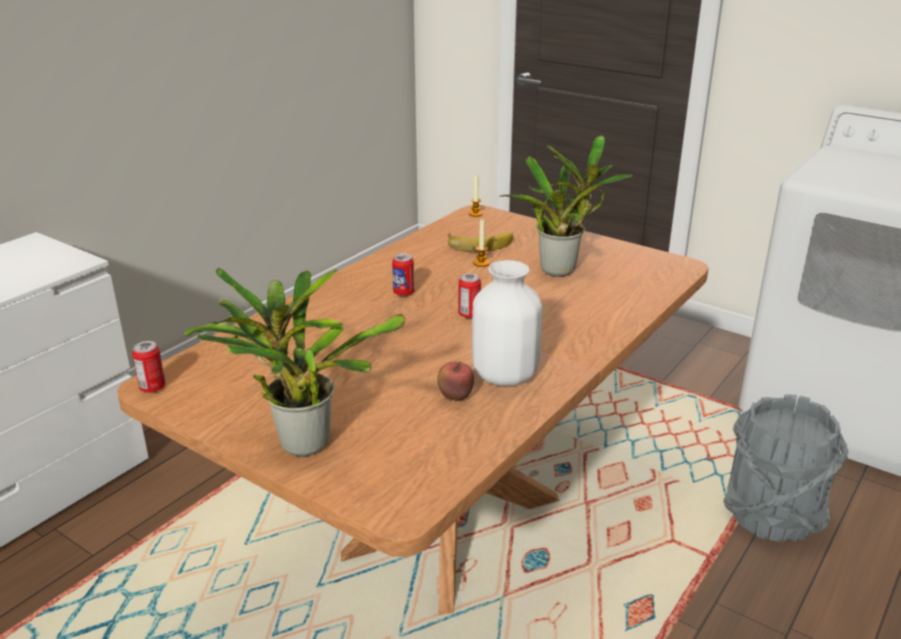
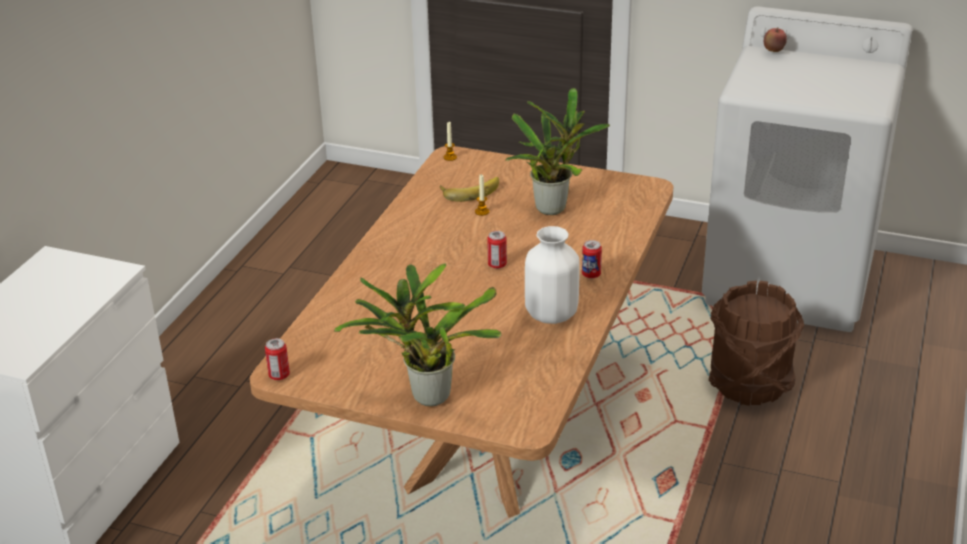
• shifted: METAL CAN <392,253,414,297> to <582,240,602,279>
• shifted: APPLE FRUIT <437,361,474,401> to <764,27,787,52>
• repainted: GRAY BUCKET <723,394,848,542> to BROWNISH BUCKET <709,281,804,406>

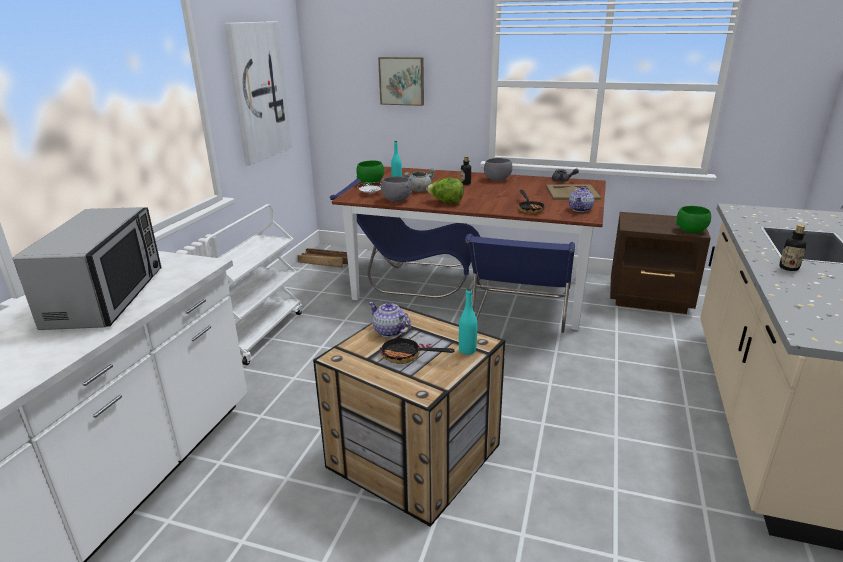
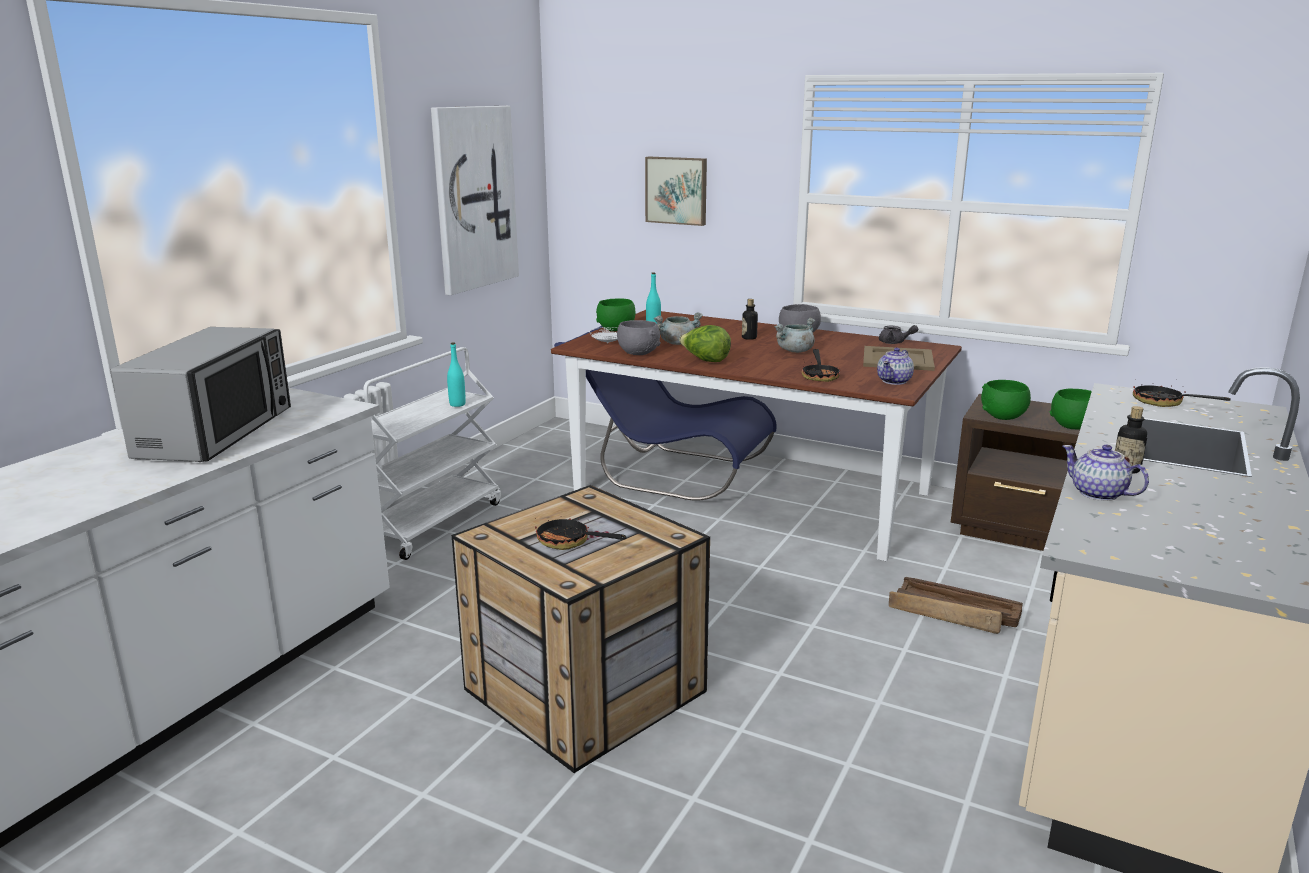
• shifted: PACKING CRATE <298,248,348,268> to <889,577,1023,634>
• shifted: POT FOR TEA <369,302,411,337> to <1062,445,1149,501>
• shifted: TURQUOISE DRINK BOTTLE <459,288,477,355> to <447,342,466,407>
• gone: BLUE-COLOURED UPRIGHT CHAIR <465,234,575,333>
• new: GRAY COOKING POT <774,318,816,353>
• new: GREENISH DEEP DISH <981,380,1031,420>
• new: FRYING PAN <1133,385,1231,407>

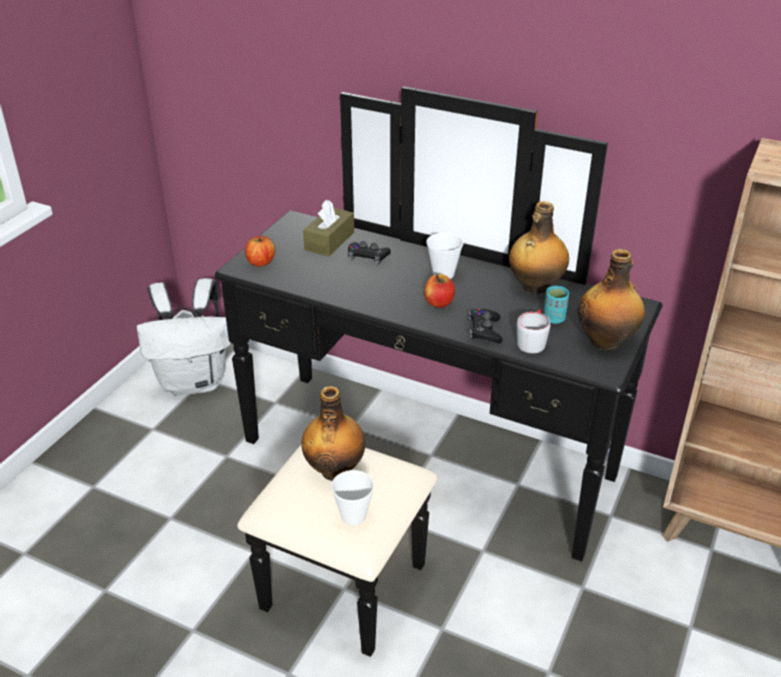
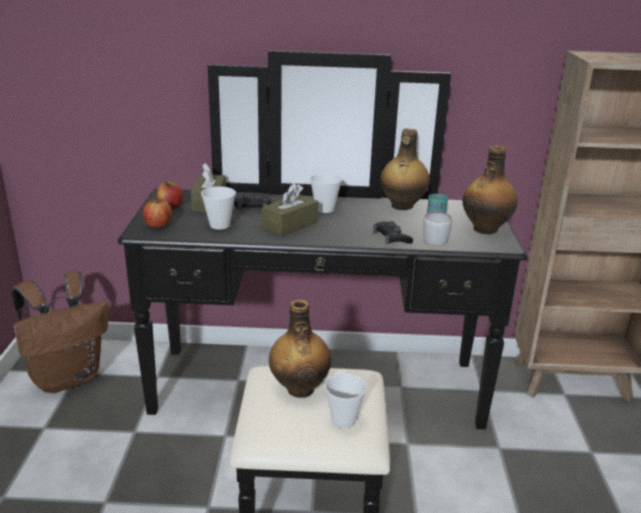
• repainted: WHITE-COLOURED KNAPSACK <137,278,231,396> to BROWNISH KNAPSACK <11,271,109,393>
• shifted: APPLE FRUIT <424,274,455,308> to <157,181,183,209>
• new: CUP <201,187,236,230>
• new: BROWNISH BOX OF TISSUES <262,183,318,236>

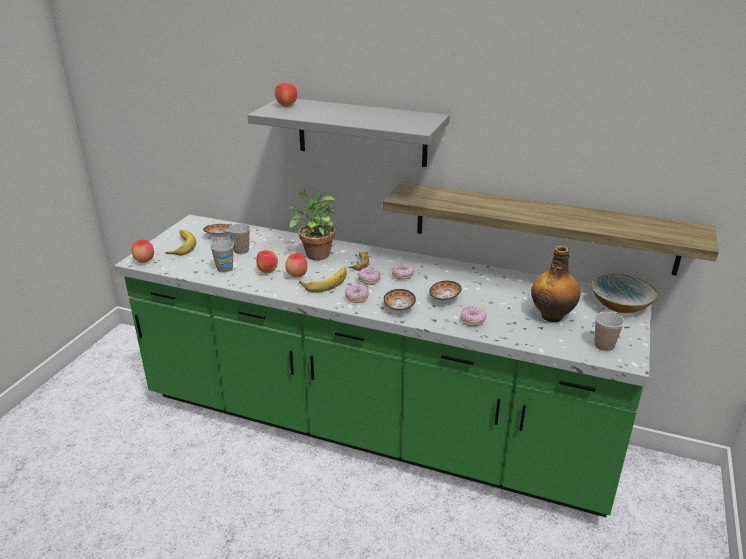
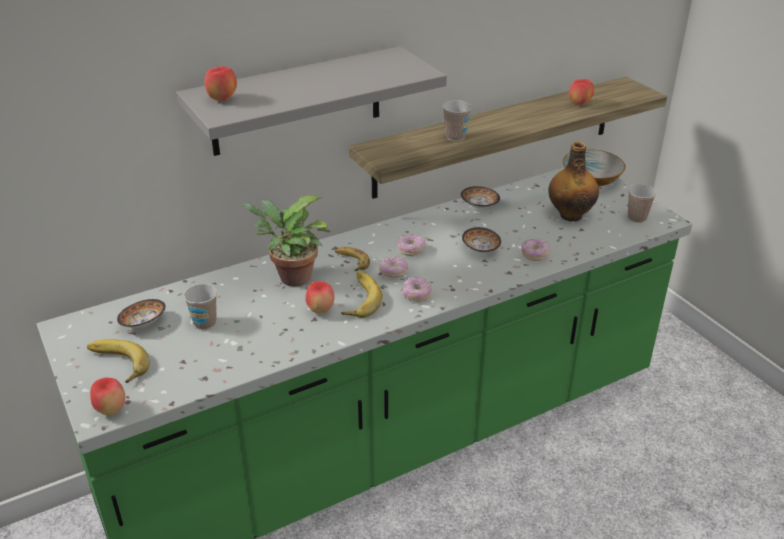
• shifted: CUP <210,240,234,273> to <443,100,472,141>
• shifted: APPLE FRUIT <256,250,278,274> to <569,79,594,106>
• shifted: DEEP DISH <383,289,416,311> to <461,186,500,208>

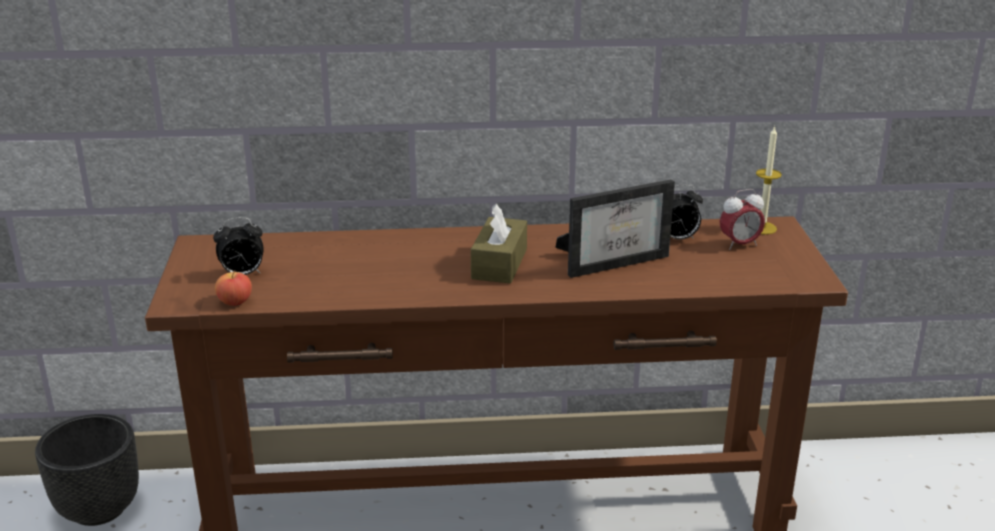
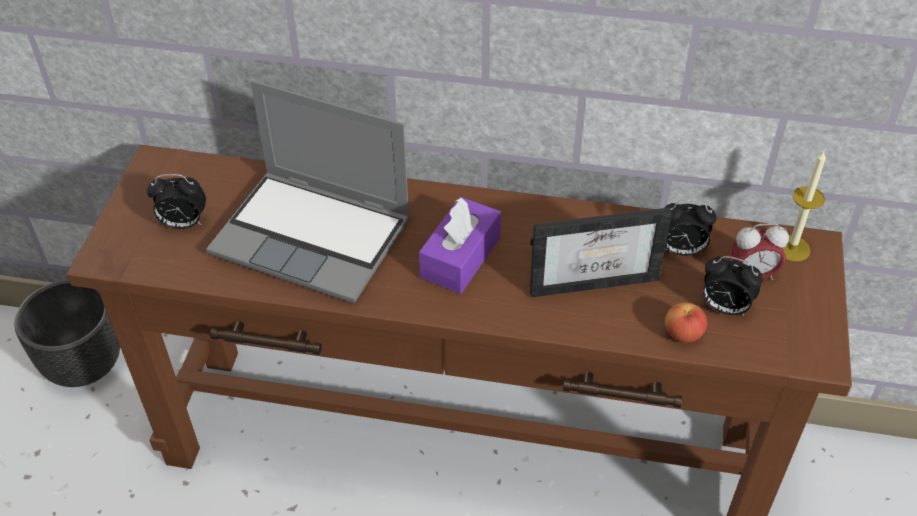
• shifted: APPLE FRUIT <215,271,252,306> to <665,302,707,343>
• repainted: BROWNISH BOX OF TISSUES <471,204,527,284> to PURPLISH BOX OF TISSUES <419,197,501,294>
• new: PORTABLE COMPUTER <206,80,410,304>
• new: BEDSIDE CLOCK <703,256,763,316>

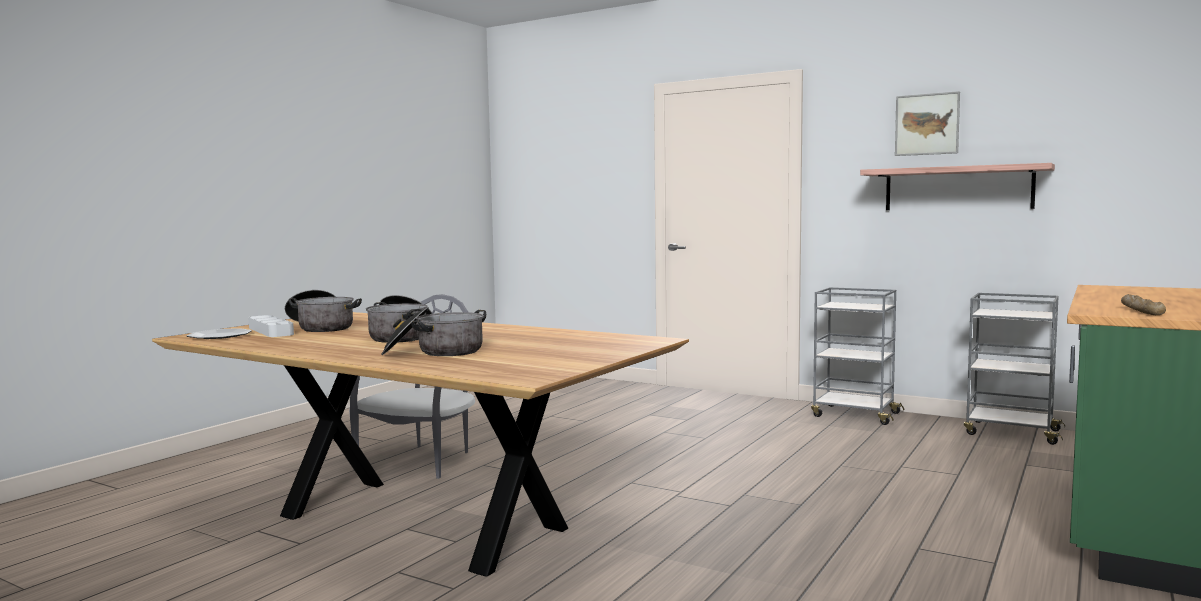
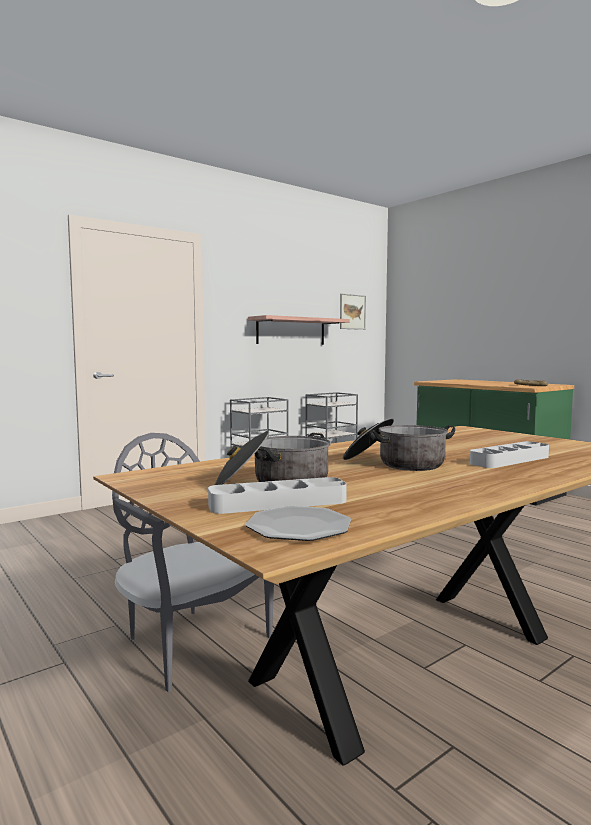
• swapped: COOKING POT <381,307,486,356> to GRAY CARRYING TRAY <470,441,549,468>
• shifted: WALL ART <895,91,960,156> to <340,294,366,330>

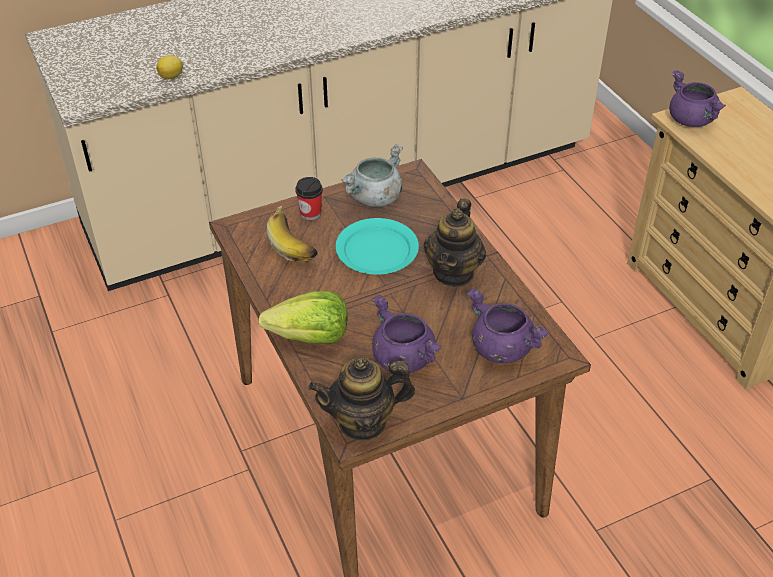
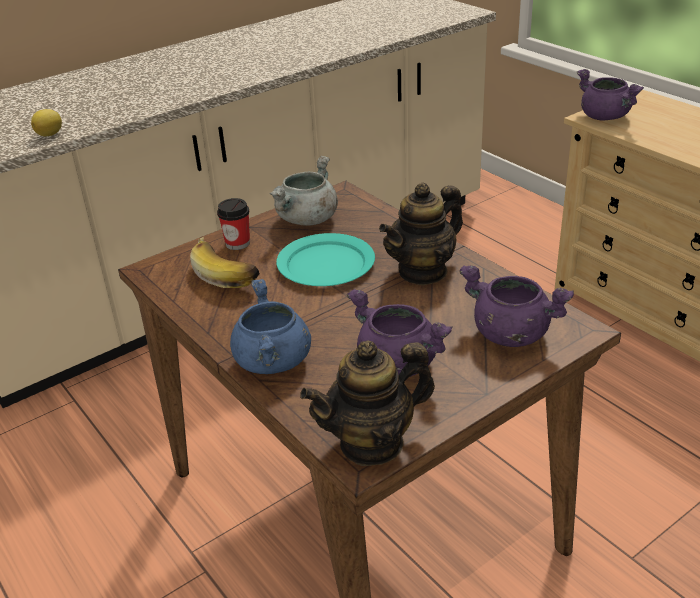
• swapped: LETTUCE <259,291,348,344> to BLUE-COLOURED COOKING POT <230,279,311,374>
• rotated: POT FOR TEA <424,198,486,287> = <379,183,463,286> 45 degrees clockwise

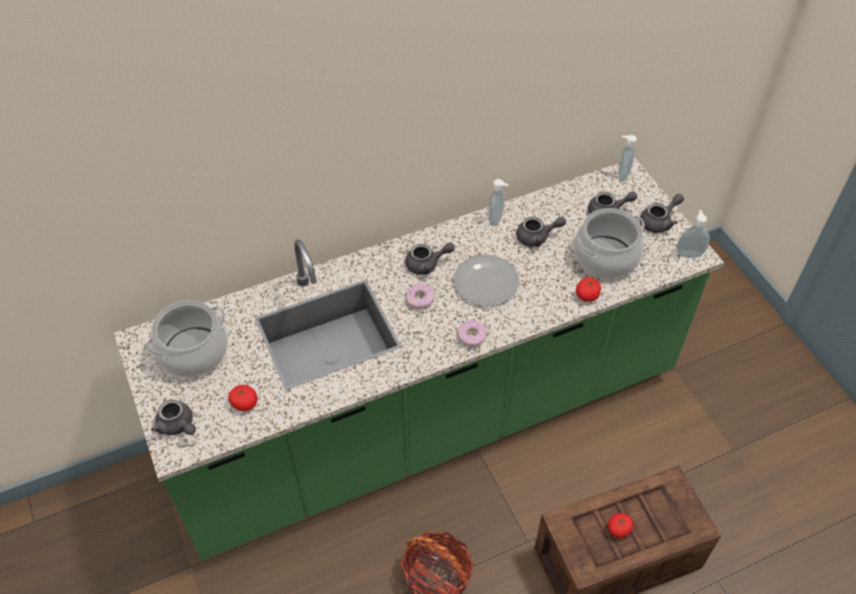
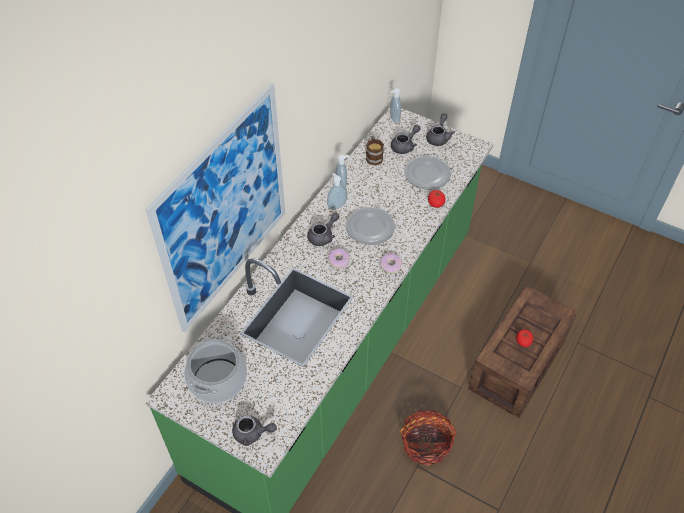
• gone: FRESH TOMATO <228,385,257,411>
• gone: GRAY POT FOR TEA <516,217,566,247>
• swapped: COOKING POT <574,208,644,279> to PLATE <404,156,451,190>
• shifted: LIQUID SOAP BOTTLE <677,210,710,258> to <327,173,347,210>
• new: WALL ART <145,83,285,333>
• new: MUG <366,136,384,166>

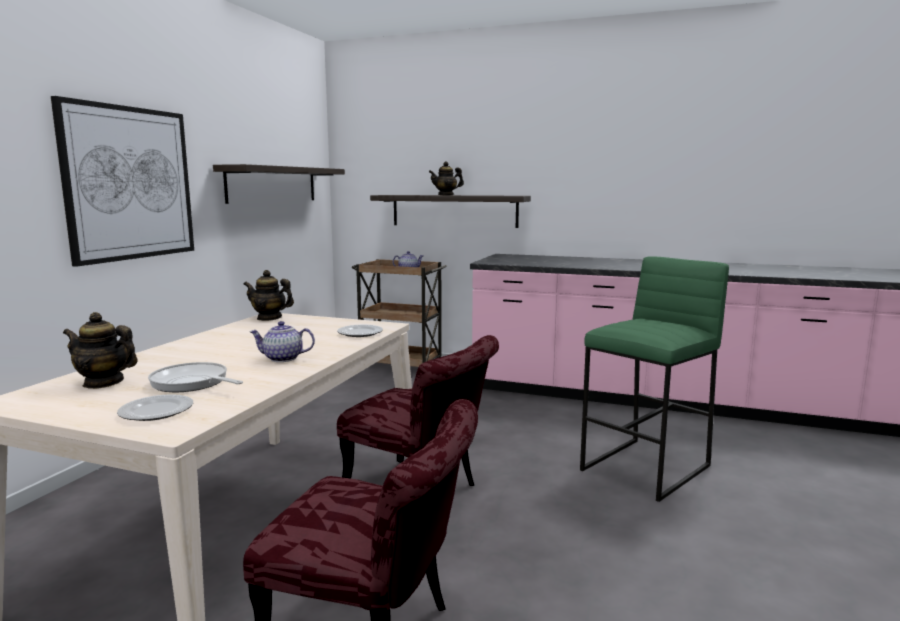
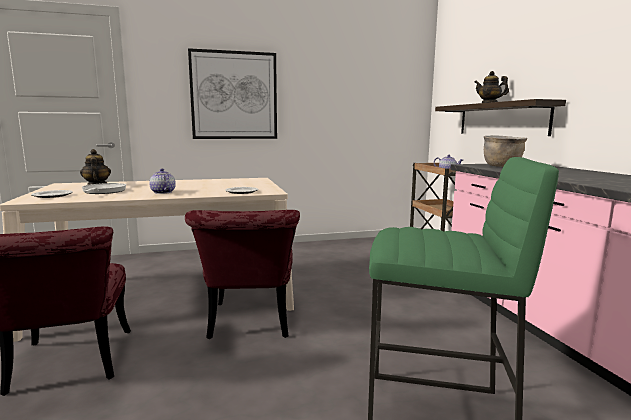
• gone: BRACKET SHELF <213,164,345,204>
• gone: POT FOR TEA <243,270,294,321>
• new: BROWNISH COOKING POT <484,135,527,167>

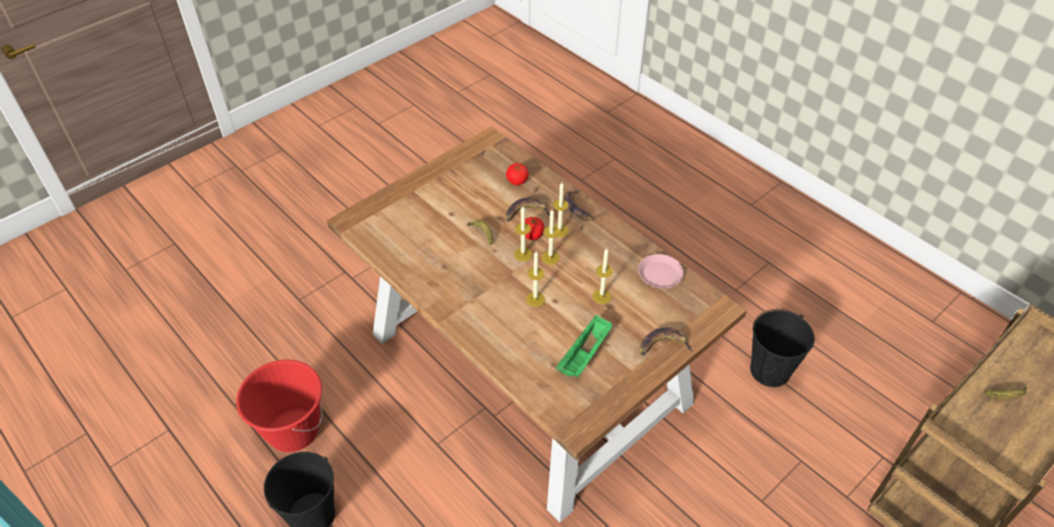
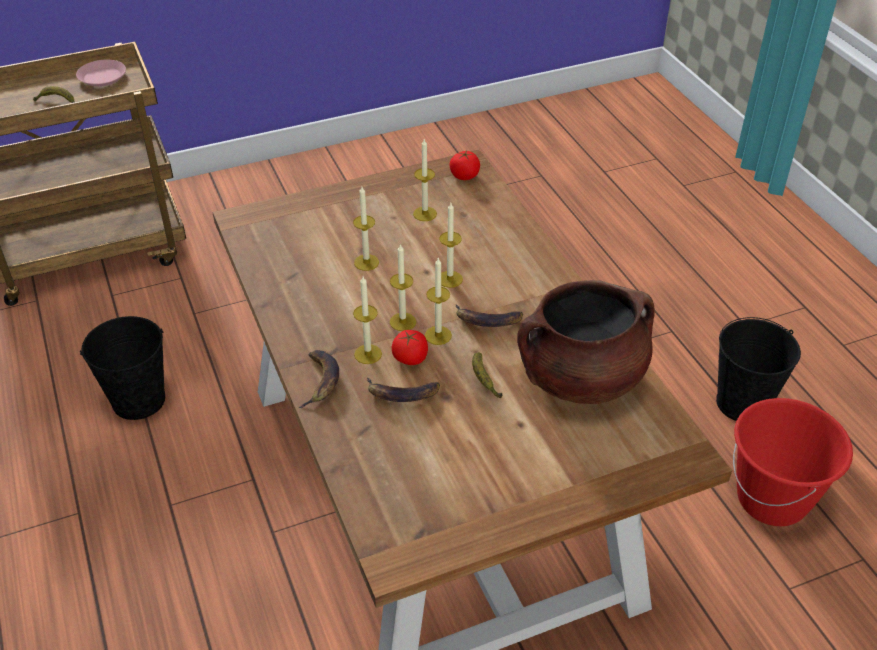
• shifted: FRESH TOMATO <506,163,529,185> to <450,151,480,180>
• swapped: GREENISH CARRYING TRAY <556,315,612,377> to WAX CANDLE <413,139,437,221>
• shifted: PINK PLATE <638,254,684,288> to <76,60,126,87>
• shifted: WHOLE BANANA <640,328,692,355> to <456,304,523,327>
• new: BROWNISH COOKING POT <517,280,654,404>

